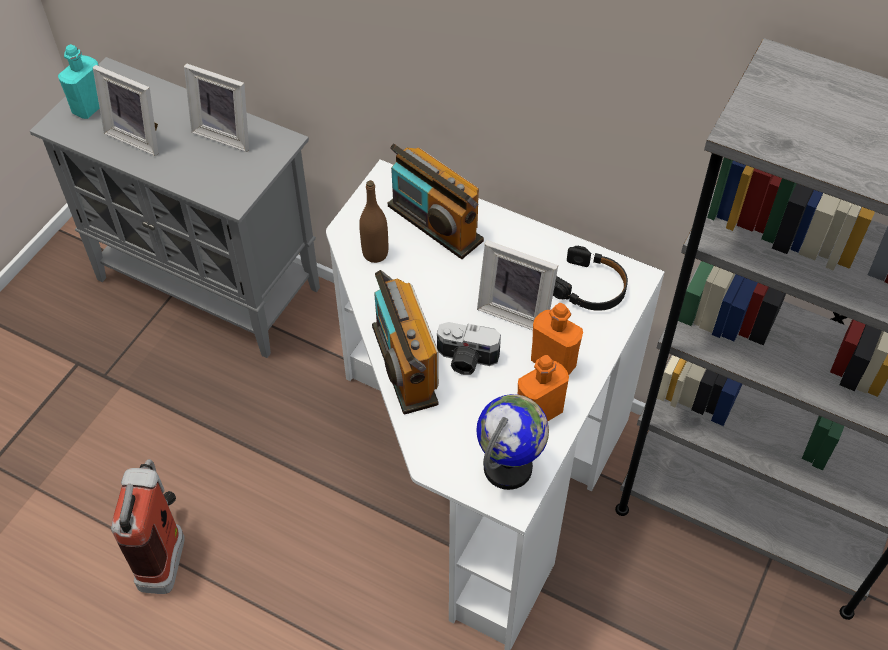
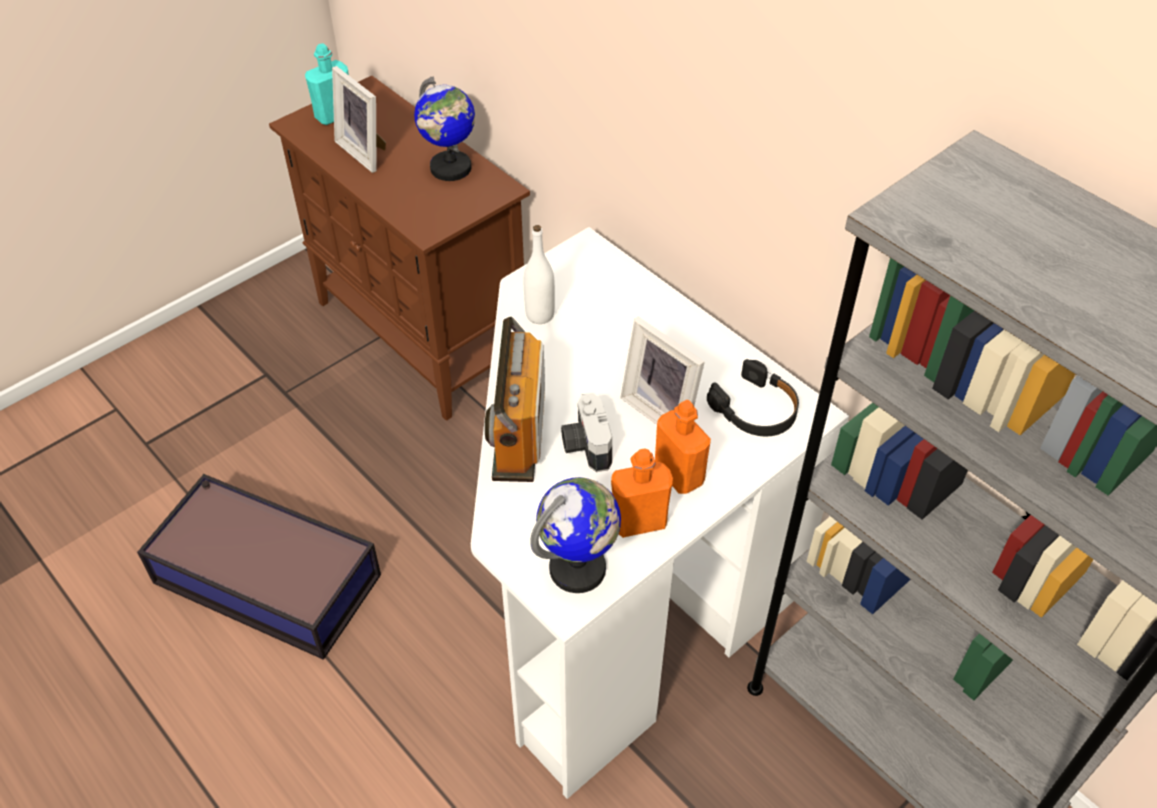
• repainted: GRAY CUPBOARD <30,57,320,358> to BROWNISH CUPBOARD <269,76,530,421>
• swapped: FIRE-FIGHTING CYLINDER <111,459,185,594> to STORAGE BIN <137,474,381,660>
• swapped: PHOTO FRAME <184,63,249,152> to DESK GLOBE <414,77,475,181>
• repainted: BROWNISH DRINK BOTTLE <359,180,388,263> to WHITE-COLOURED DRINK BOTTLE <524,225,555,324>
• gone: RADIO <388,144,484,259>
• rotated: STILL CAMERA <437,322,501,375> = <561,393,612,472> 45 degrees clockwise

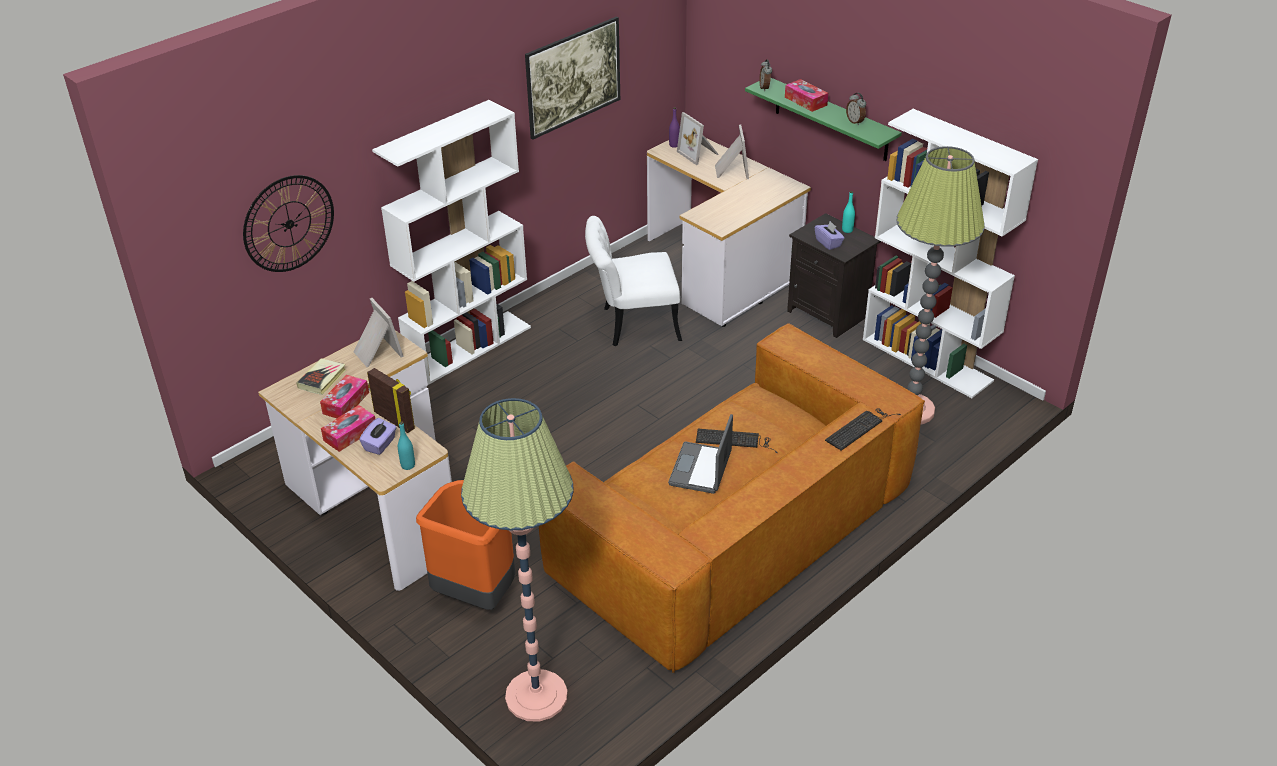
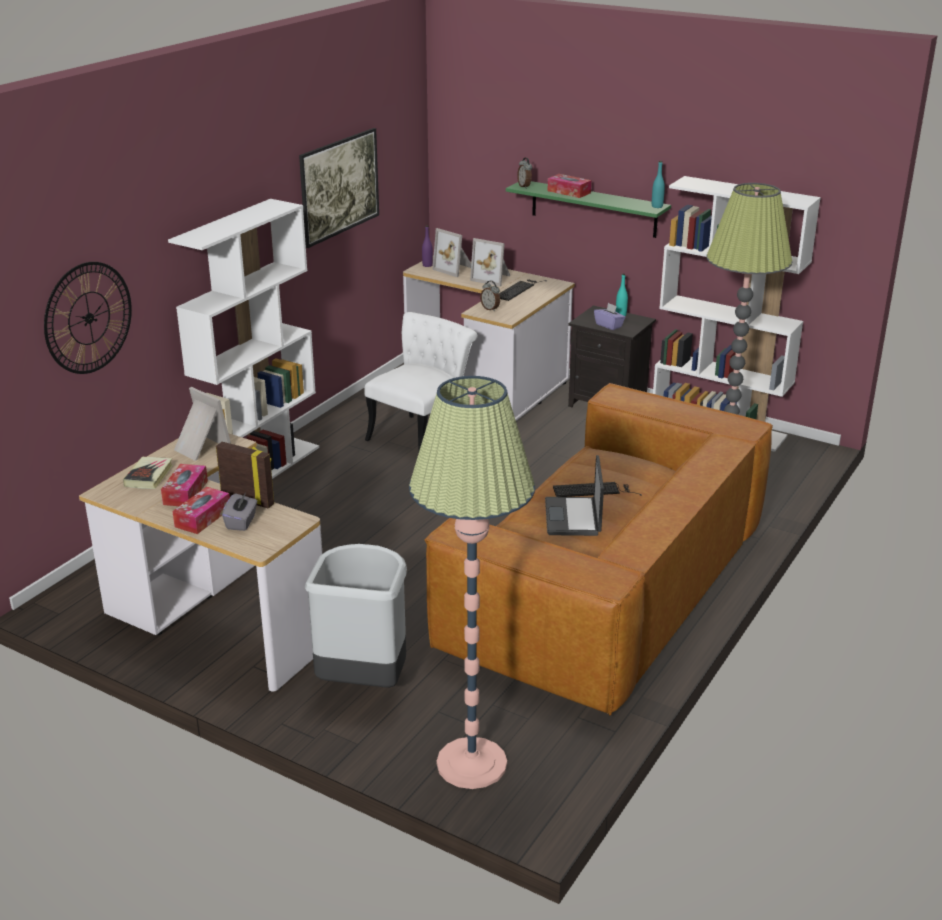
• repainted: PURPLISH BOX OF TISSUES <359,418,397,455> to GRAY BOX OF TISSUES <222,493,258,531>
• shifted: TURQUOISE DRINK BOTTLE <398,421,415,470> to <652,161,665,208>
• repainted: ORANGEY WASTE BIN <416,480,515,610> to GRAY WASTE BIN <304,544,407,688>
• rotated: WHITE-COLOURED UPRIGHT CHAIR <585,216,682,346> = <364,312,478,450> 150 degrees clockwise
• rotated: PHOTO FRAME <715,125,749,179> = <470,238,510,286> 135 degrees clockwise
• shifted: COMPUTER KEYBOARD <825,408,901,451> to <499,279,547,301>
• shifted: BEDSIDE CLOCK <846,93,866,125> to <480,281,500,311>

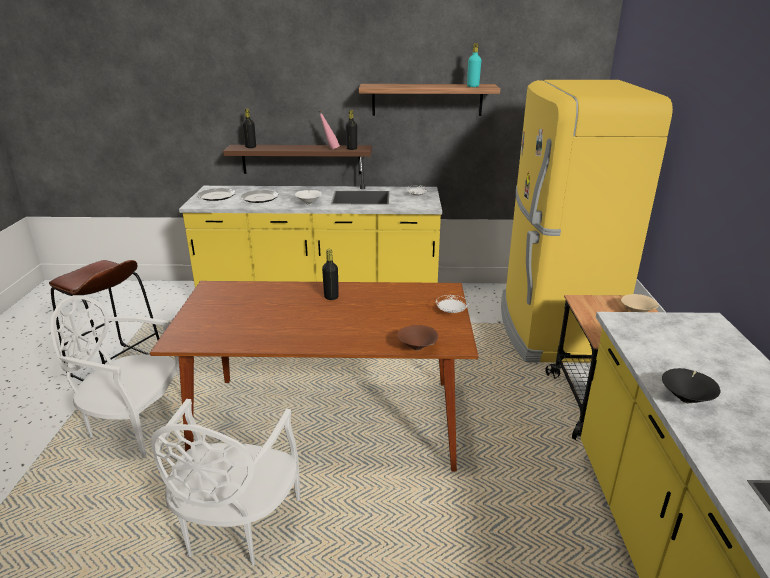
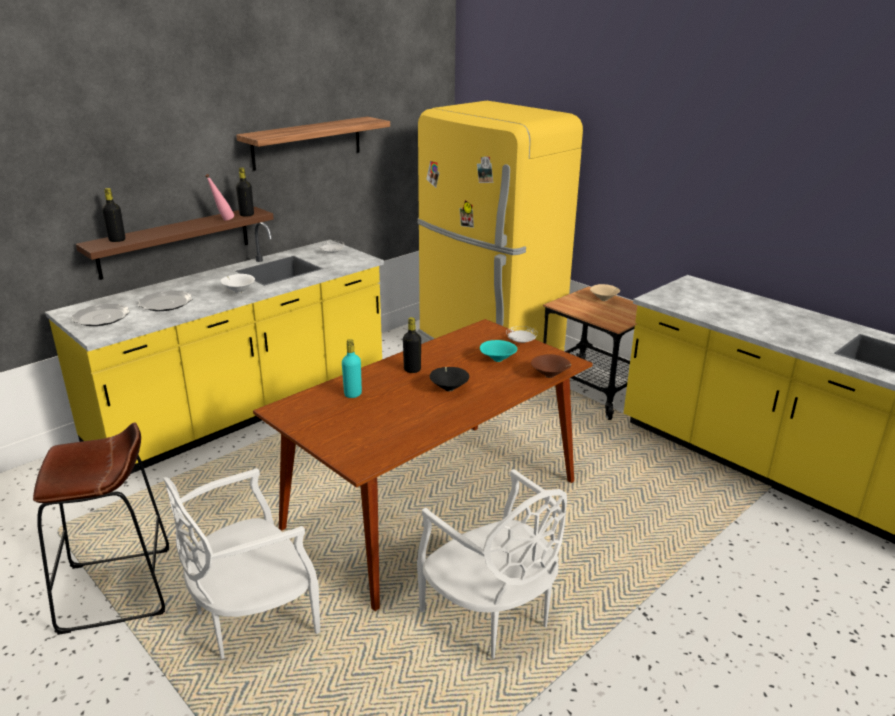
• shifted: TURQUOISE DRINK BOTTLE <467,43,481,87> to <342,339,362,398>
• shifted: BLACK DEEP DISH <662,368,721,403> to <429,367,469,391>
• new: TURQUOISE DEEP DISH <480,340,517,362>

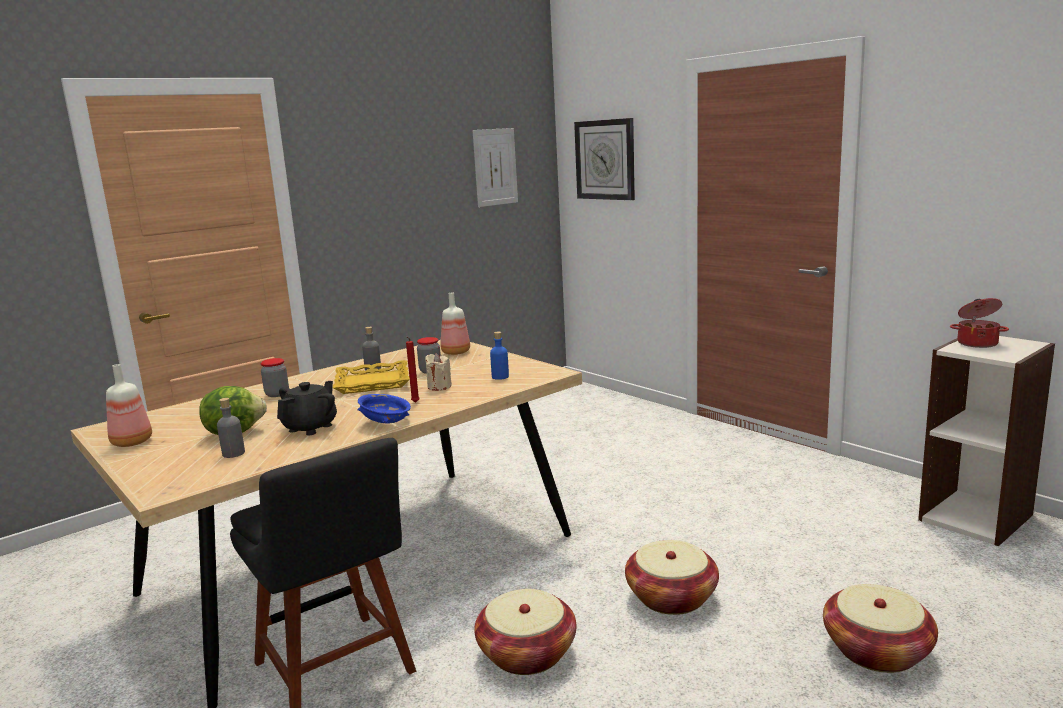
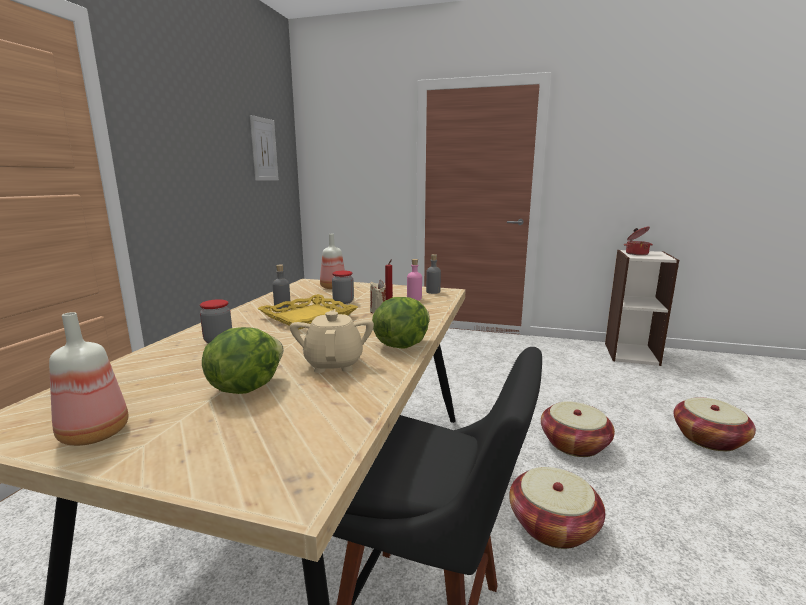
• shifted: GRAY DRINK BOTTLE <217,398,245,458> to <426,254,441,294>
• repainted: BLACK POT FOR TEA <277,381,337,435> to BEIGE-COLOURED POT FOR TEA <290,310,374,373>
• swapped: BLUE-COLOURED DEEP DISH <358,394,411,424> to LETTUCE <372,297,430,349>
• repainted: BLUE-COLOURED DRINK BOTTLE <490,332,509,380> to PINK DRINK BOTTLE <407,259,422,300>
• gone: WALL CLOCK <574,118,635,200>

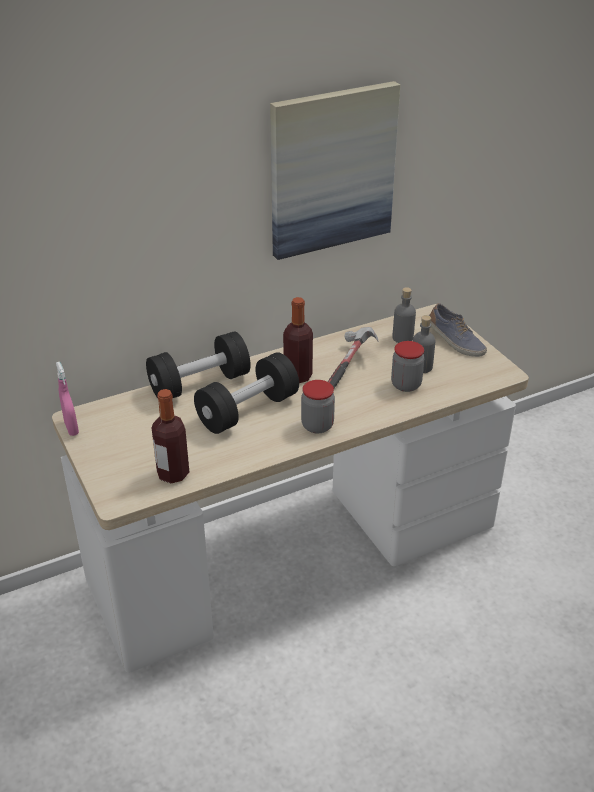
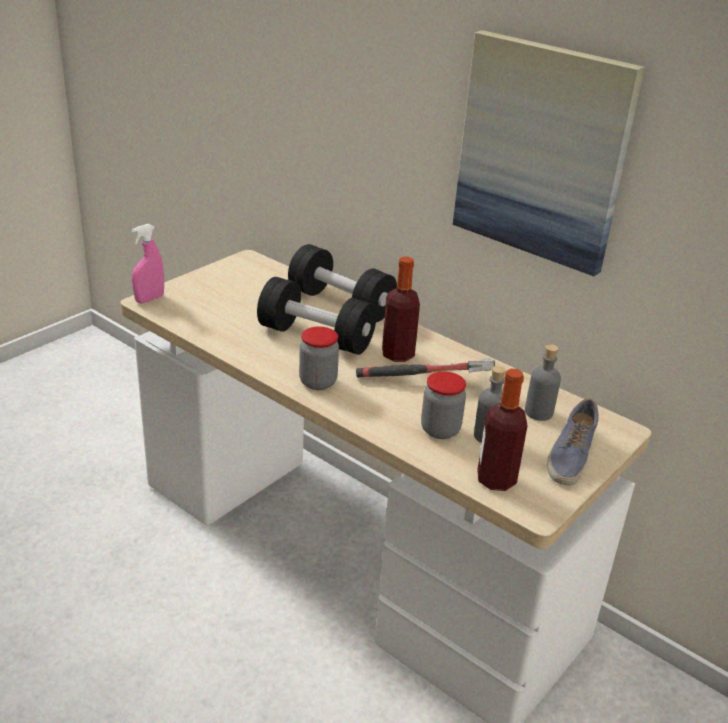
• shifted: PINK SPRAYER <56,362,79,436> to <132,224,164,303>
• shifted: DRINK BOTTLE <152,389,189,483> to <477,369,528,491>

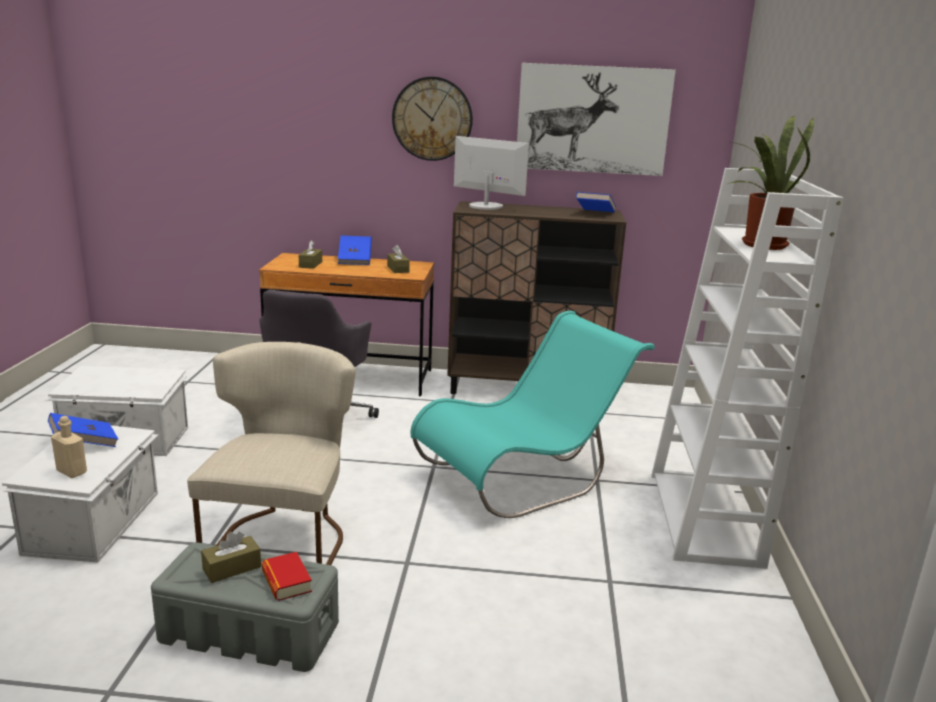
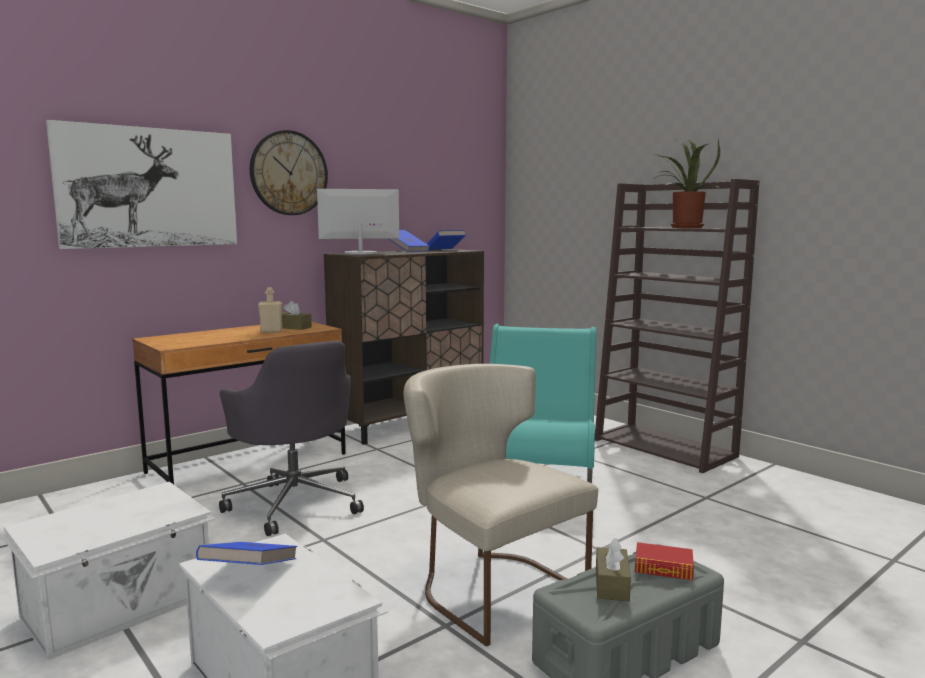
• shifted: BEIGE-COLOURED DRINK BOTTLE <51,416,87,478> to <258,287,282,333>
• gone: BROWNISH BOX OF TISSUES <299,240,322,269>
• shifted: BLUE-COLOURED VOLUME <338,236,372,265> to <387,230,430,252>
• shifted: WALL ART <517,63,676,176> to <46,120,237,249>
• repainted: WHITE-COLOURED BOOKCASE <651,168,844,569> to BROWNISH BOOKCASE <595,179,760,473>

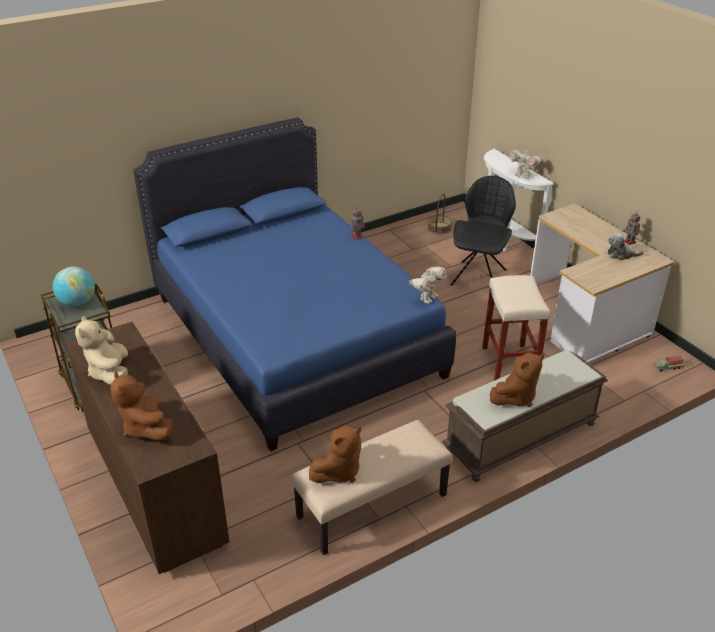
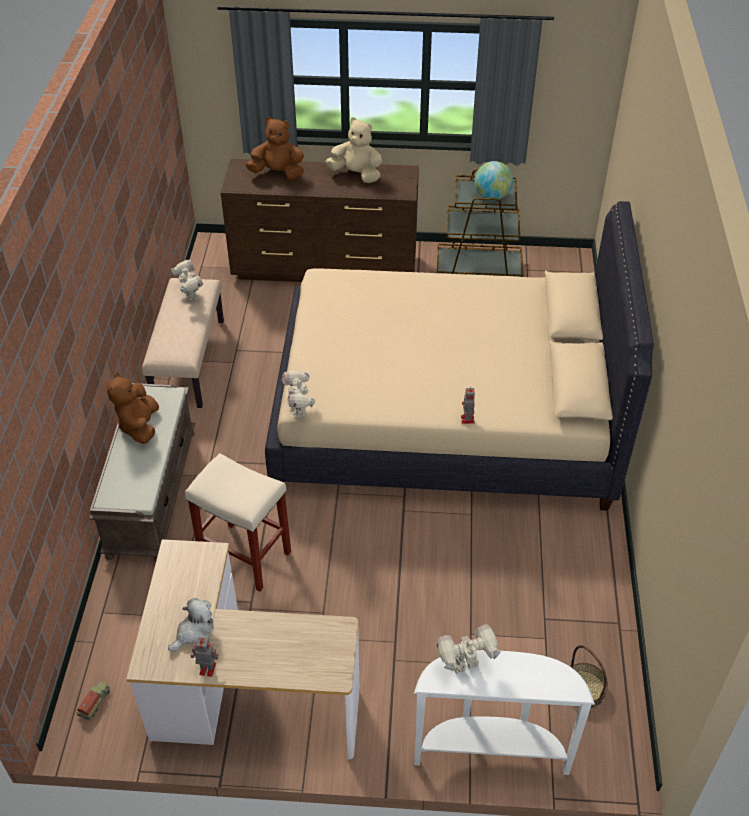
• repainted: BLUE-COLOURED SLEEPING BED <133,117,456,451> to BEIGE-COLOURED SLEEPING BED <265,201,654,511>
• swapped: BROWNISH SOFT TOY <309,425,361,483> to ROBOT FIGURE <171,259,203,301>
• gone: BLACK UPRIGHT CHAIR <451,176,516,286>

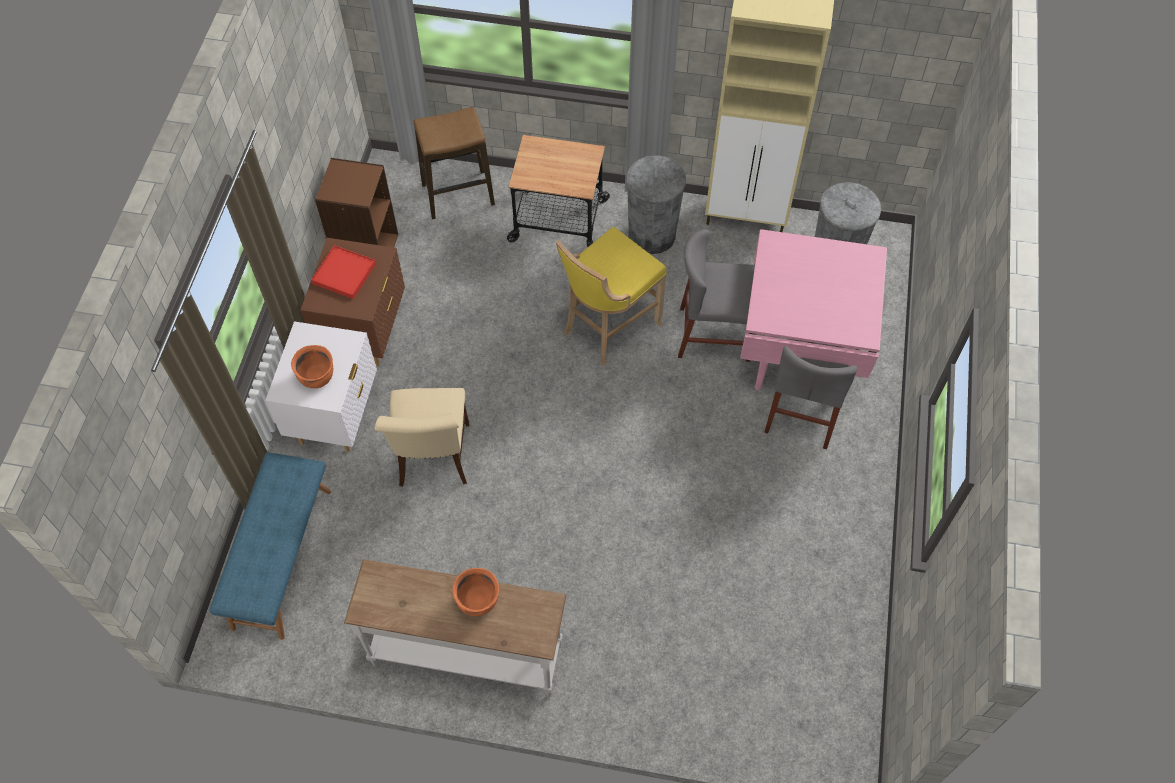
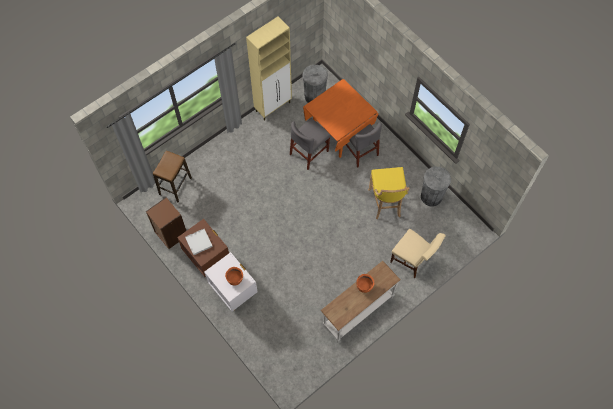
• gone: BLUE-COLOURED INDOOR BENCH <210,452,331,640>
• repainted: RED-COLOURED CARRYING TRAY <311,245,376,299> to WHITE-COLOURED CARRYING TRAY <185,229,213,255>
• shifted: BEIGE-COLOURED UPRIGHT CHAIR <374,388,469,487> to <390,229,446,278>
• gone: TROLLEY <507,135,610,247>
• shifted: YELLOWISH STOOL <556,227,666,365> to <368,167,410,219>
• shifted: GRAY WASTE BIN <626,155,686,254> to <421,167,451,207>
• repainted: PINK KITCHEN TABLE <740,229,887,390> to ORANGEY KITCHEN TABLE <303,79,378,158>

